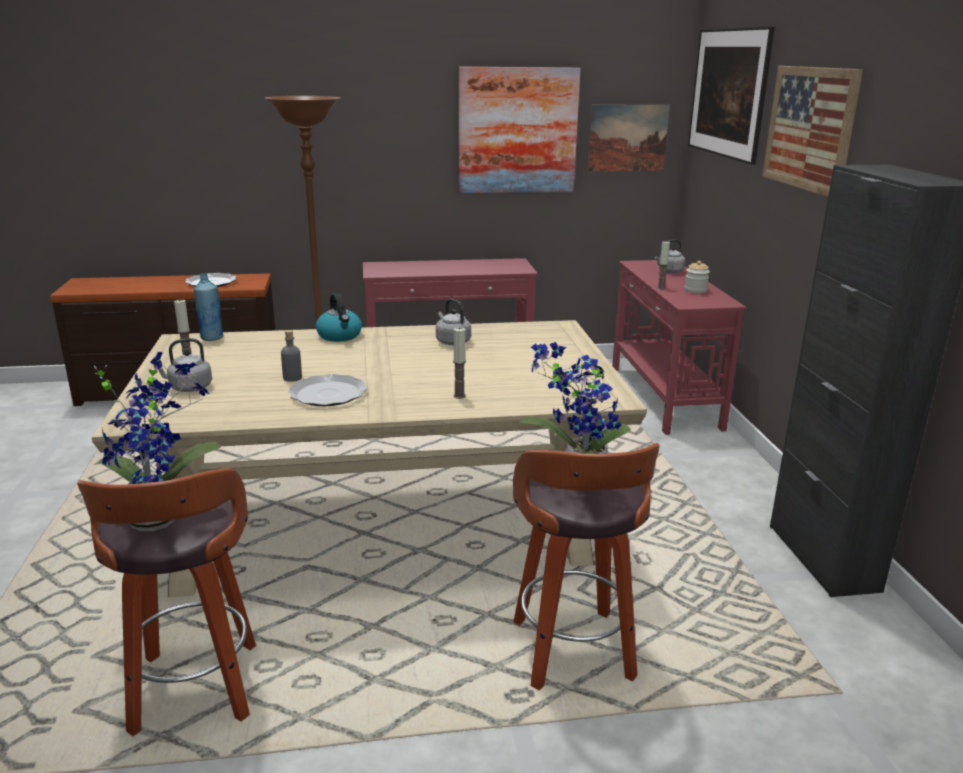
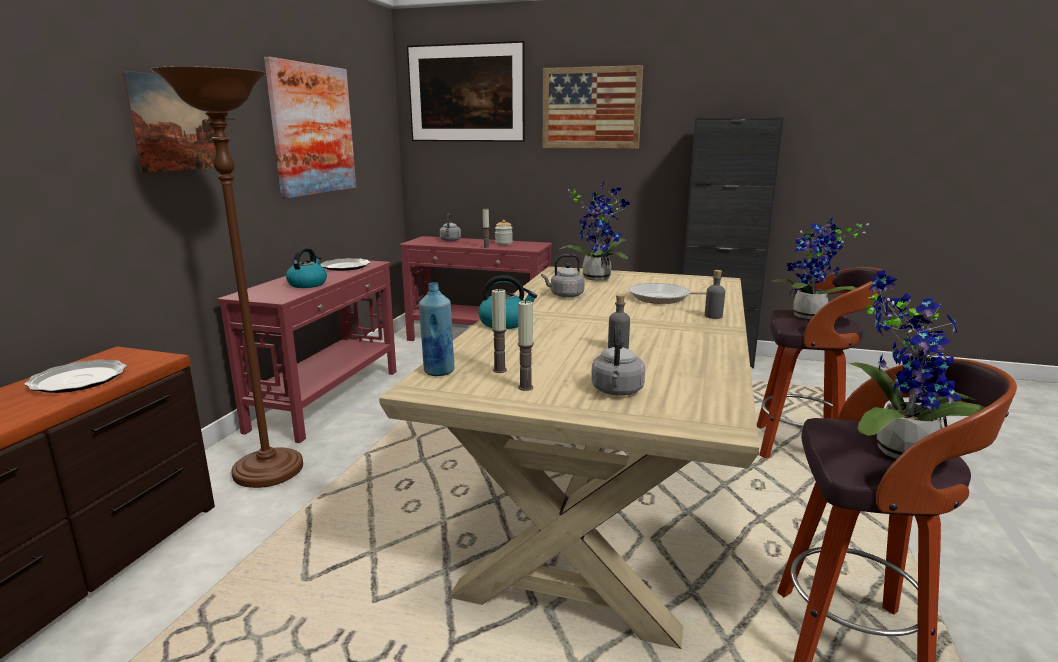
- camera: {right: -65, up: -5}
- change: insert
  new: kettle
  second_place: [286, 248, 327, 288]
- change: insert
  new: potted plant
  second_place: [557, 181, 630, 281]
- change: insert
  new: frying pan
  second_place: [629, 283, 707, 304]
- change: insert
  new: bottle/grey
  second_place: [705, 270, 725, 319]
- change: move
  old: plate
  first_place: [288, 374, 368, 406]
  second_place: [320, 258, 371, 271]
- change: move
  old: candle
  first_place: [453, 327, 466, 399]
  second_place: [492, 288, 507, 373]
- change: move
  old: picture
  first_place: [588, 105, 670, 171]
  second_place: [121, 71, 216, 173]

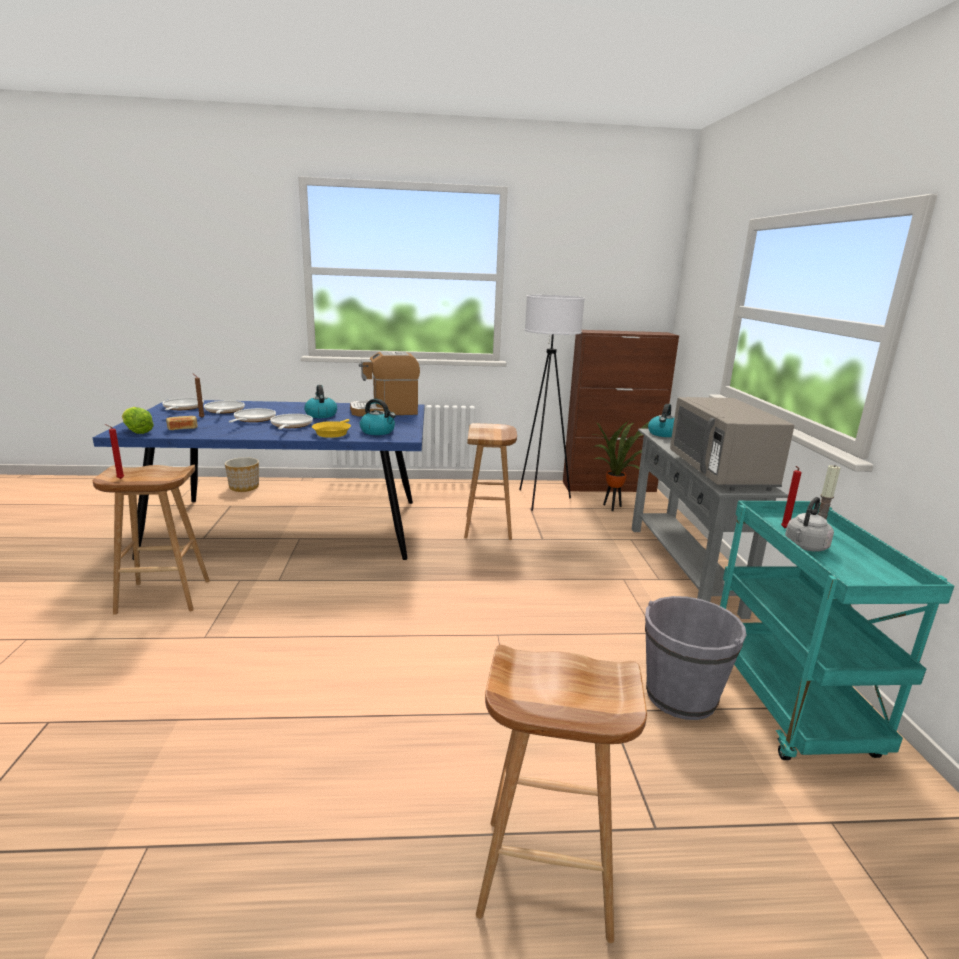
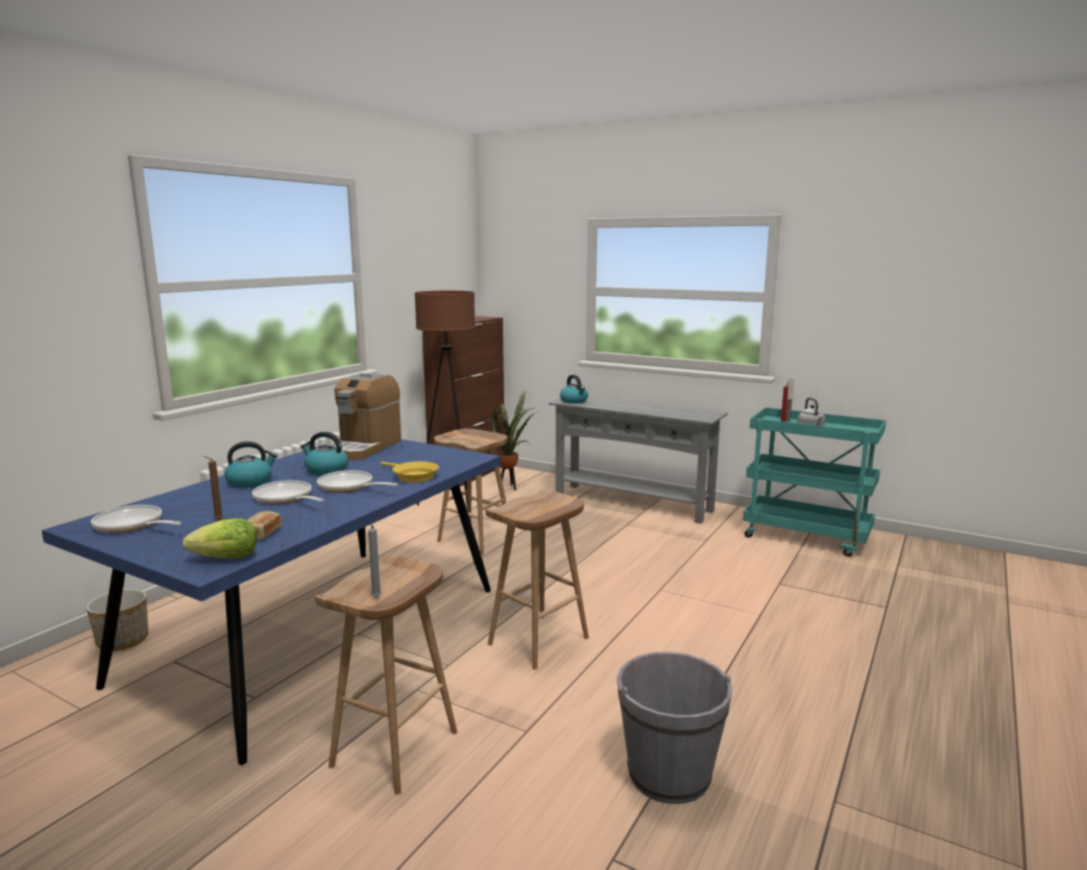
- camera: {right: -55, up: -5}
- change: delete
  old: frying pan
  first_place: [204, 401, 245, 414]
- change: delete
  old: microwave/grey
  first_place: [670, 397, 794, 491]
- change: move
  old: kettle
  first_place: [360, 399, 396, 435]
  second_place: [224, 441, 277, 488]
- change: move
  old: stool/brown
  first_place: [476, 645, 647, 943]
  second_place: [485, 489, 589, 669]
- change: move
  old: bucket/grey
  first_place: [645, 596, 746, 720]
  second_place: [617, 652, 732, 804]
- change: recolor
  old: candle/red
  new: candle/grey
  first_place: [104, 424, 124, 479]
  second_place: [368, 525, 381, 598]
- change: recolor
  old: floor lamp/white
  new: floor lamp/brown
  first_place: [519, 295, 585, 511]
  second_place: [414, 291, 475, 505]

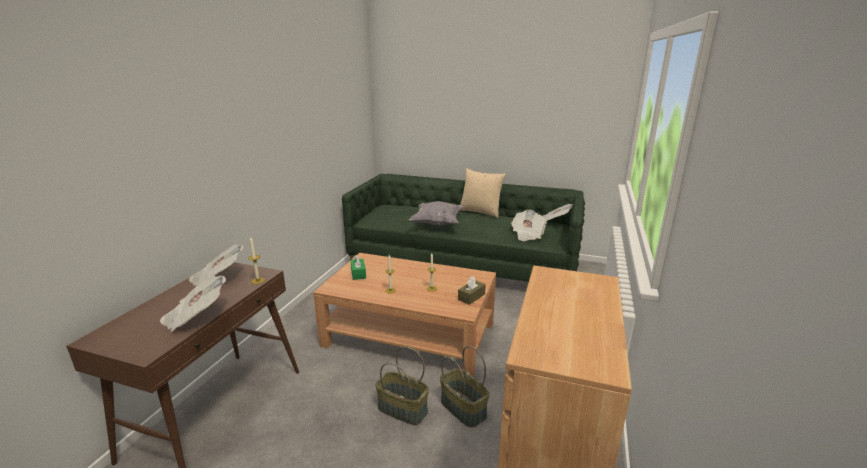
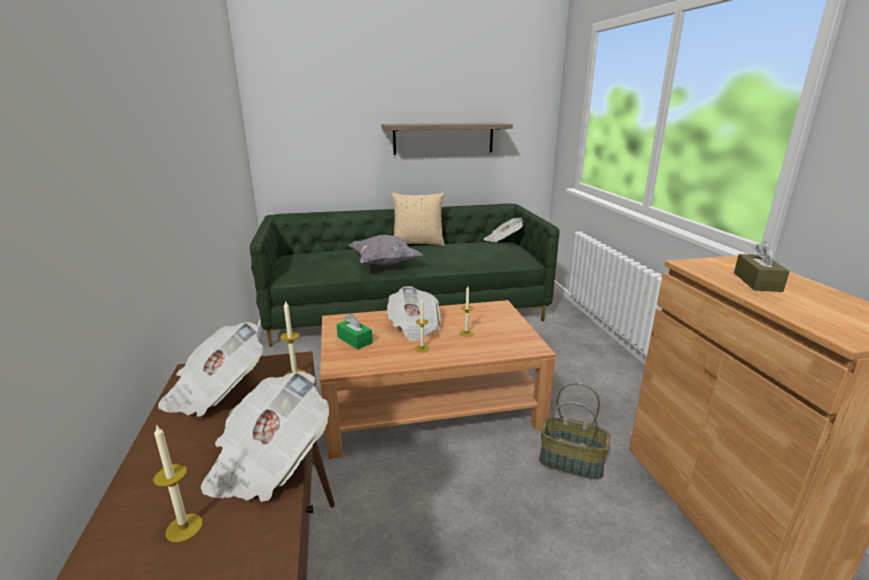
- camera: {right: -30, up: 0}
- change: delete
  old: basket
  first_place: [375, 347, 429, 425]
- change: insert
  new: candle
  second_place: [153, 424, 203, 542]
- change: insert
  new: shelf
  second_place: [382, 123, 513, 155]
- change: move
  old: tissue box/brown
  first_place: [458, 276, 486, 305]
  second_place: [734, 241, 790, 292]
- change: move
  old: newspaper
  first_place: [511, 210, 547, 241]
  second_place: [386, 286, 441, 341]

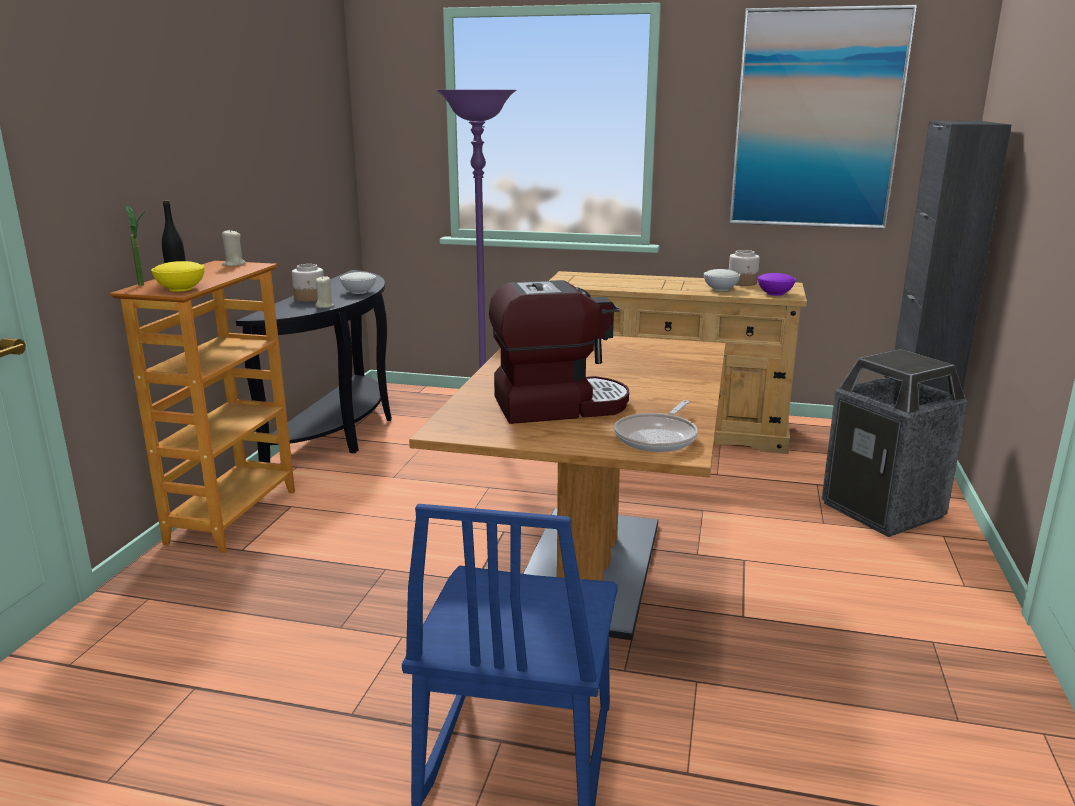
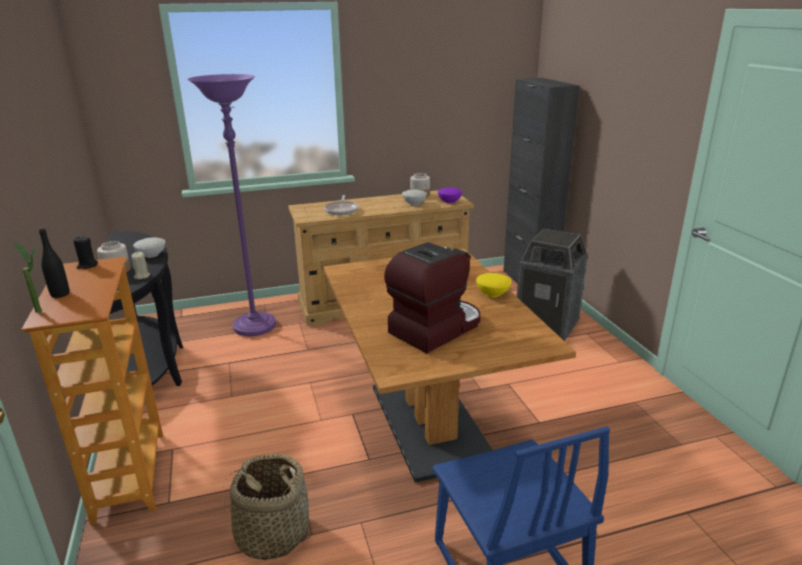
- camera: {right: -30, up: 5}
- change: delete
  old: picture
  first_place: [729, 5, 917, 229]
- change: insert
  new: basket
  second_place: [223, 454, 314, 560]
- change: move
  old: bowl/yellow
  first_place: [151, 261, 205, 292]
  second_place: [476, 273, 511, 297]
- change: move
  old: frying pan
  first_place: [614, 400, 698, 452]
  second_place: [324, 195, 359, 215]
- change: recolor
  old: candle/beige
  new: candle/black
  first_place: [222, 229, 246, 266]
  second_place: [73, 236, 98, 269]

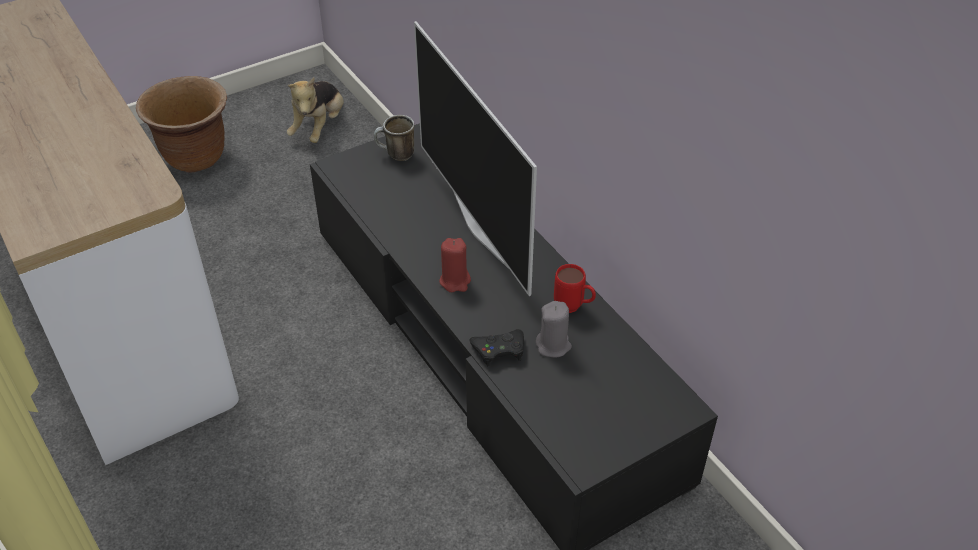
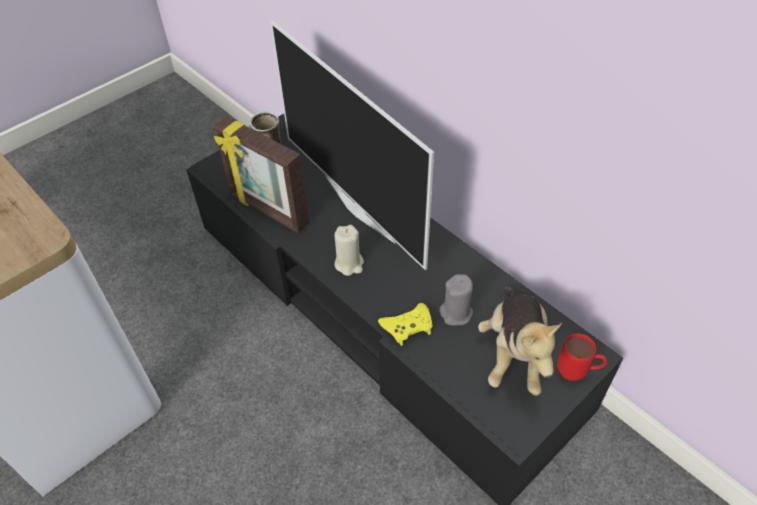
- camera: {right: -10, up: 5}
- change: delete
  old: planter/brown
  first_place: [136, 76, 227, 173]
- change: insert
  new: picture frame
  second_place: [214, 116, 309, 234]
- change: move
  old: plush toy
  first_place: [287, 78, 344, 143]
  second_place: [478, 287, 562, 396]
- change: move
  old: mug/red
  first_place: [554, 264, 596, 313]
  second_place: [557, 334, 607, 381]
- change: recolor
  old: candle/red
  new: candle/beige
  first_place: [439, 238, 471, 292]
  second_place: [334, 225, 364, 276]
- change: recolor
  old: game controller/black
  new: game controller/yellow
  first_place: [469, 329, 524, 367]
  second_place: [378, 303, 433, 346]

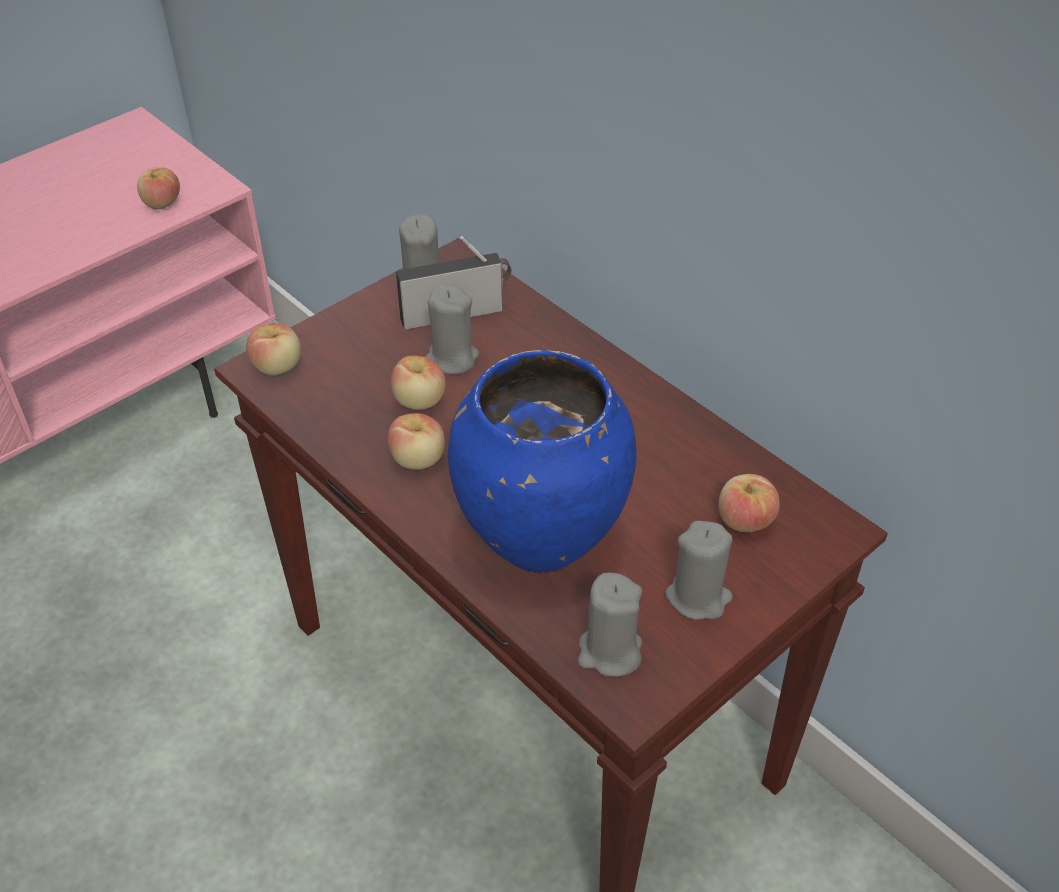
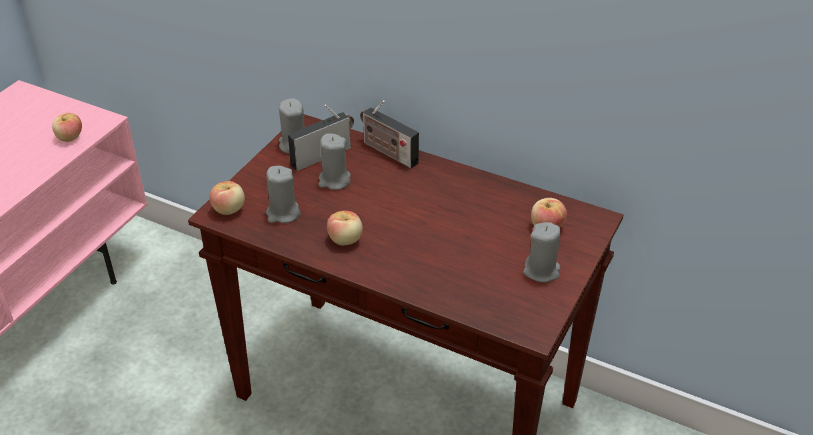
- camera: {right: -20, up: -5}
- change: delete
  old: apple
  first_place: [391, 356, 446, 410]
- change: delete
  old: vase/blue
  first_place: [448, 350, 637, 572]
- change: insert
  new: radio
  second_place: [360, 100, 419, 168]
- change: move
  old: candle/grey
  first_place: [578, 573, 642, 677]
  second_place: [266, 166, 301, 223]

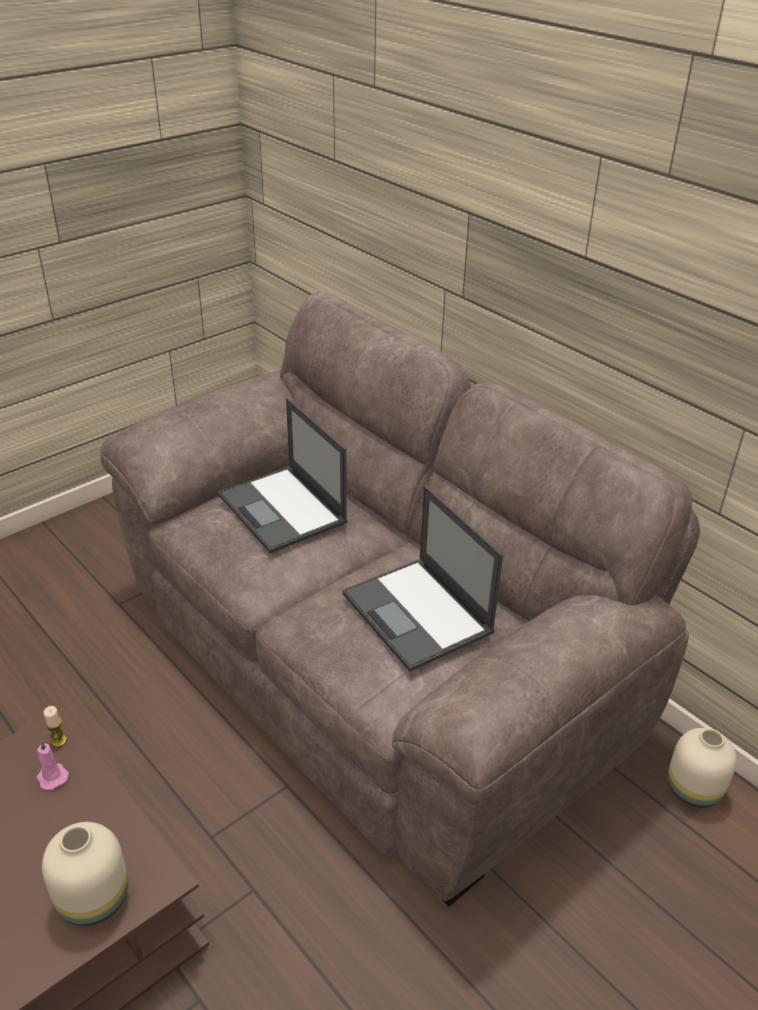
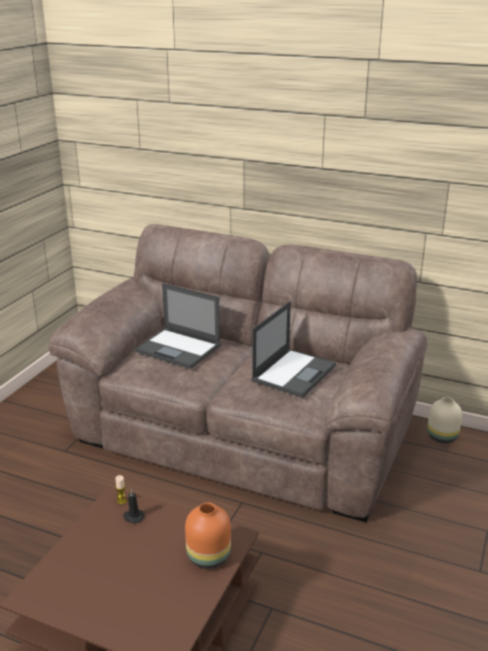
- camera: {right: -25, up: -10}
- change: recolor
  old: candle/pink
  new: candle/black
  first_place: [37, 740, 69, 790]
  second_place: [123, 488, 145, 523]
- change: recolor
  old: vase/beige
  new: vase/orange
  first_place: [42, 822, 128, 926]
  second_place: [185, 502, 231, 569]
- change: rotate
  old: laptop
  first_place: [342, 486, 503, 672]
  second_place: [251, 301, 336, 398]
  degrees: -90

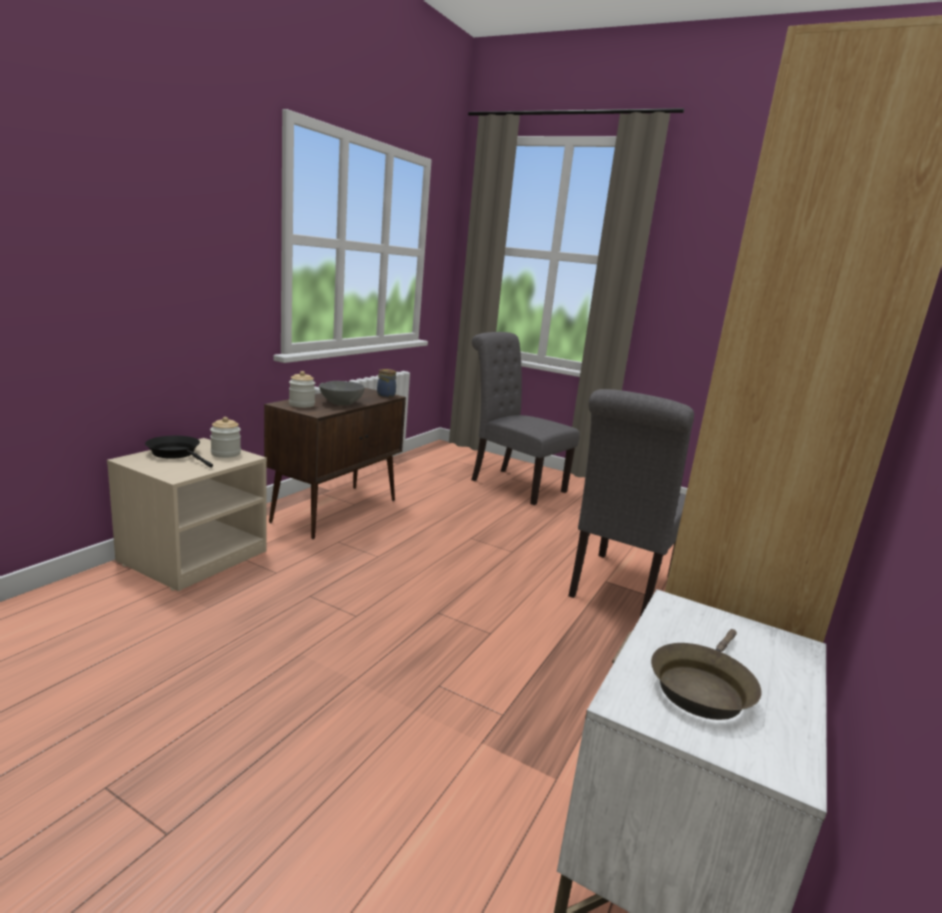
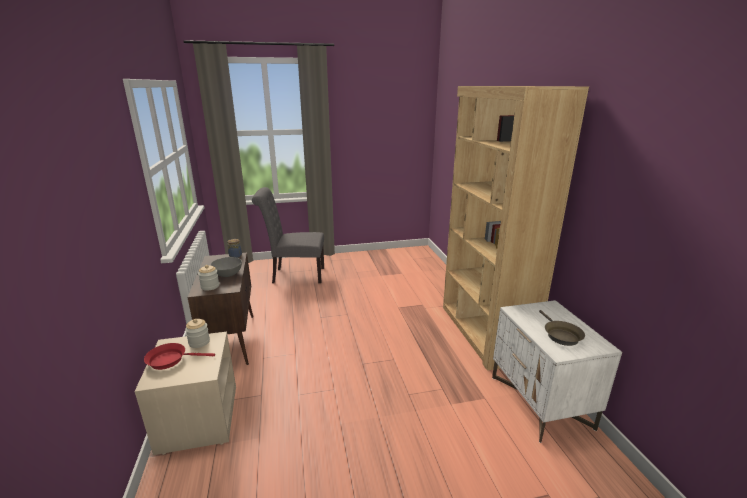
- camera: {right: -40, up: 5}
- change: delete
  old: chair/grey
  first_place: [568, 389, 694, 619]
- change: recolor
  old: frying pan/black
  new: frying pan/red
  first_place: [145, 436, 213, 468]
  second_place: [144, 343, 215, 370]

